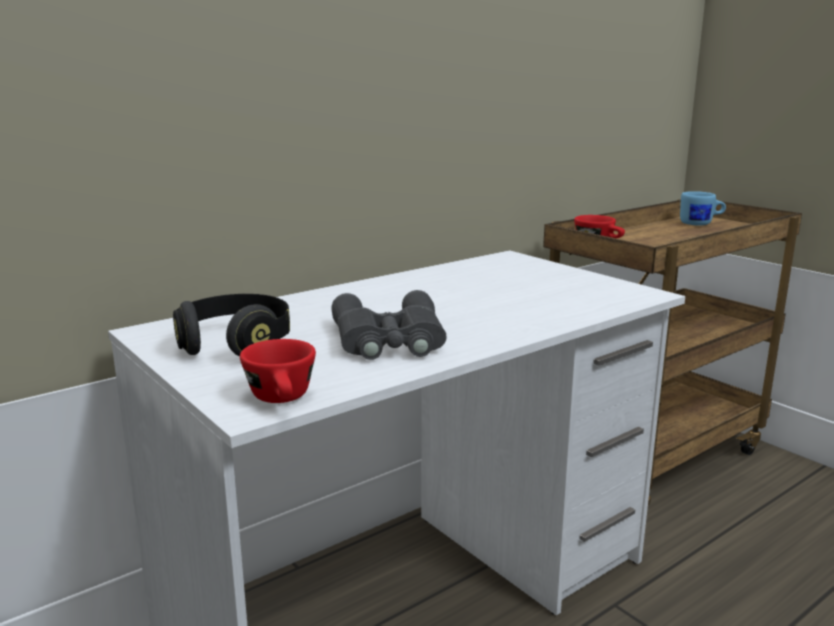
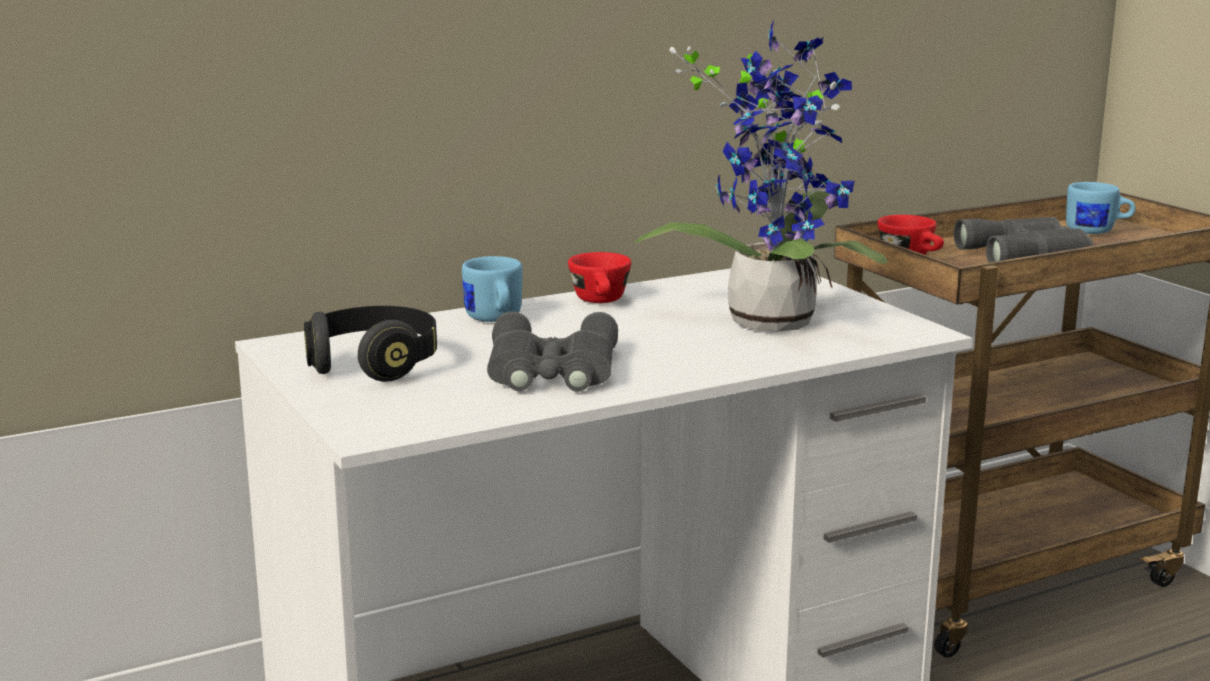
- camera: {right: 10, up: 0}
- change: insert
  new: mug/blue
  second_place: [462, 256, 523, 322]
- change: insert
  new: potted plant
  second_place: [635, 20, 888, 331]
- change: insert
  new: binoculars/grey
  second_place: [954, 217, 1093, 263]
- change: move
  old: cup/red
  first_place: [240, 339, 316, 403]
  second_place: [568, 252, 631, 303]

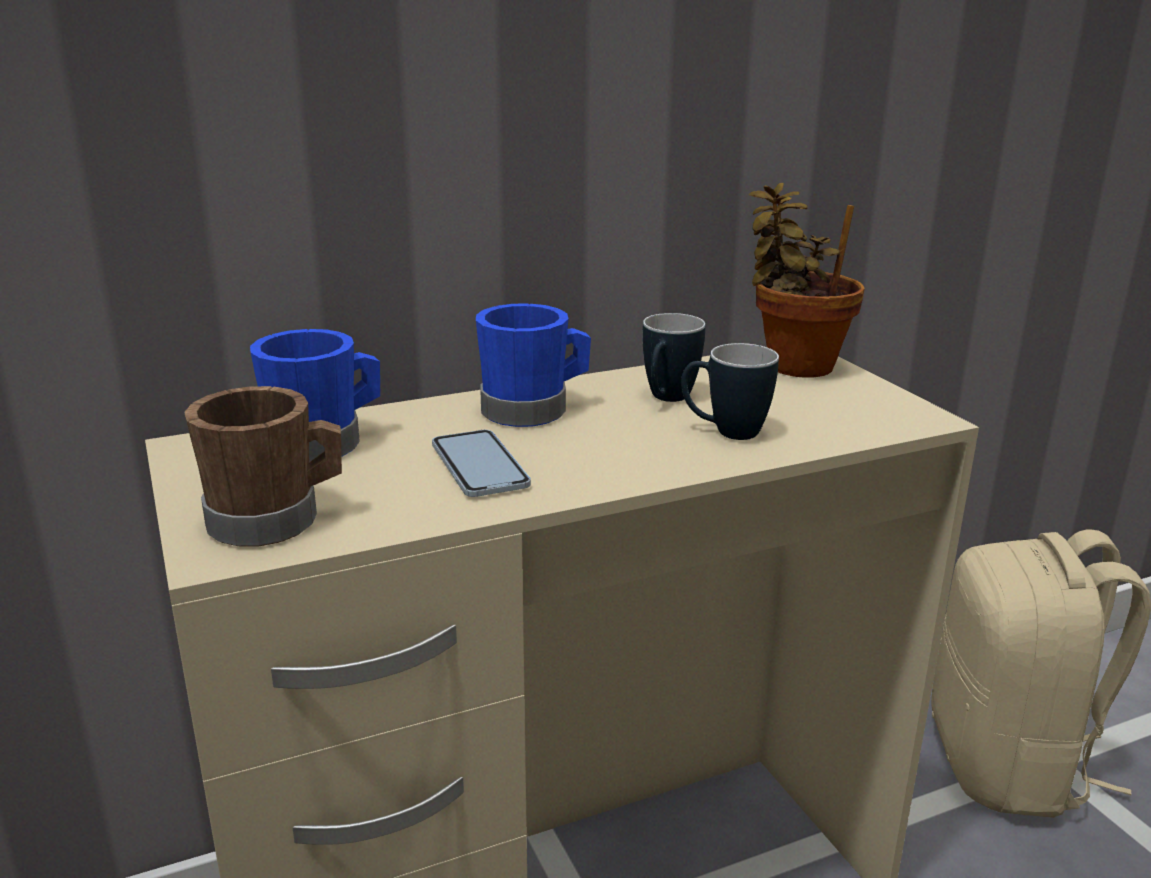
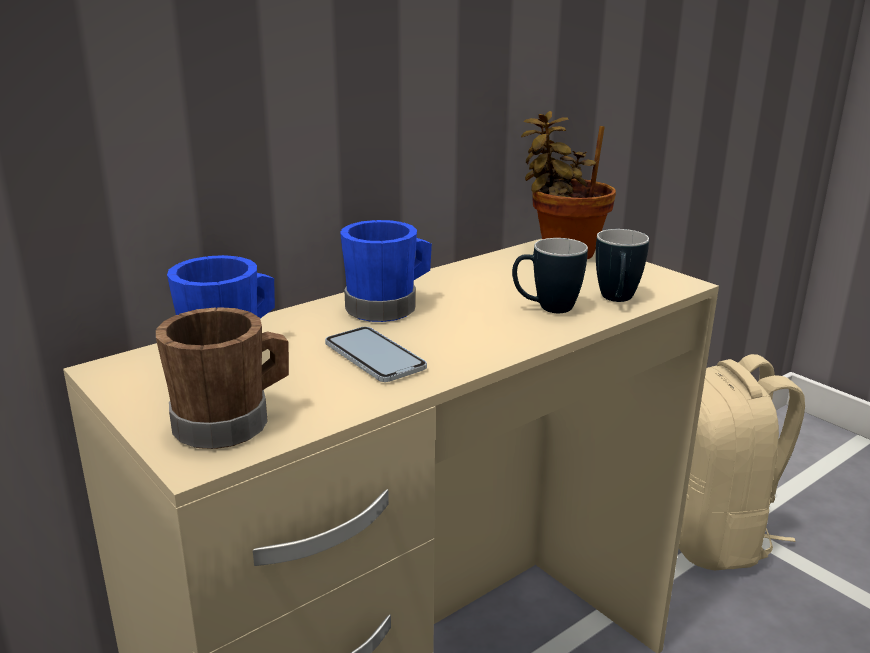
- camera: {right: -15, up: 0}
- change: move
  old: mug
  first_place: [642, 313, 705, 402]
  second_place: [596, 229, 649, 302]

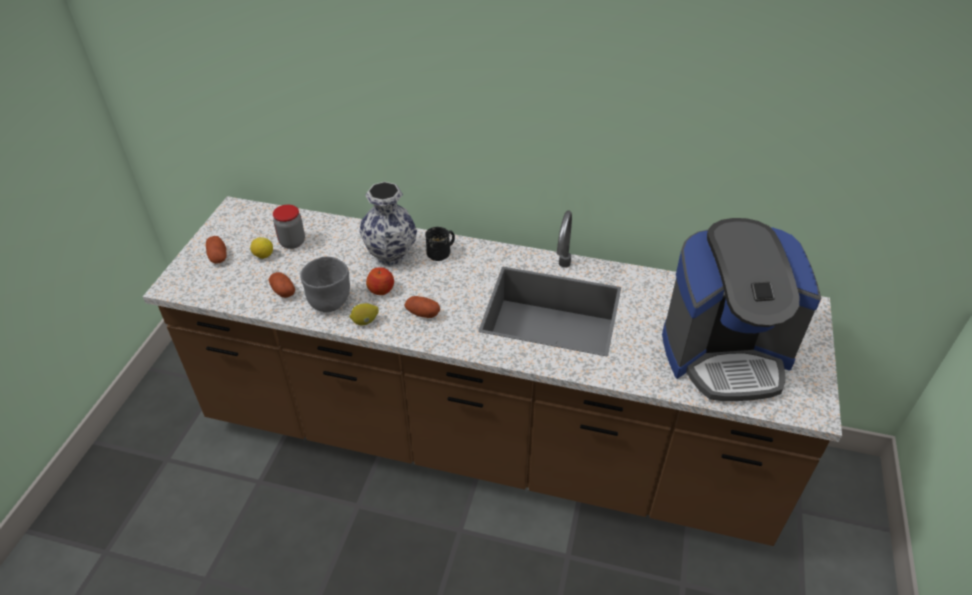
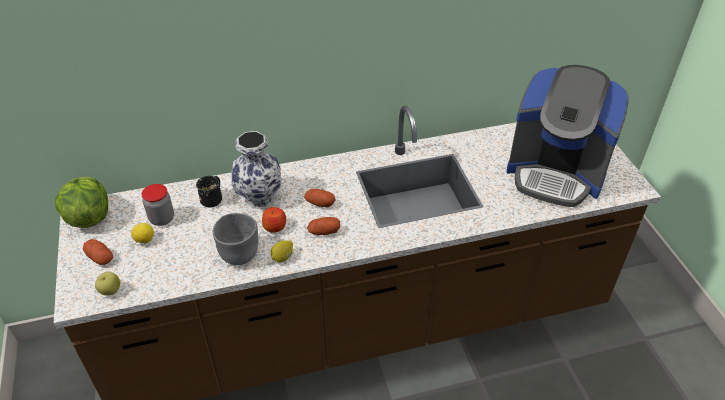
- camera: {right: -30, up: 0}
- change: insert
  new: lettuce
  second_place: [55, 177, 109, 228]
- change: insert
  new: apple
  second_place: [95, 272, 120, 295]
- change: move
  old: potato
  first_place: [269, 272, 295, 298]
  second_place: [304, 189, 335, 207]
- change: move
  old: mug/black
  first_place: [425, 227, 455, 261]
  second_place: [196, 176, 222, 207]
- change: rotate
  old: coffee machine
  first_place: [662, 218, 821, 401]
  second_place: [506, 65, 629, 207]
  degrees: 60

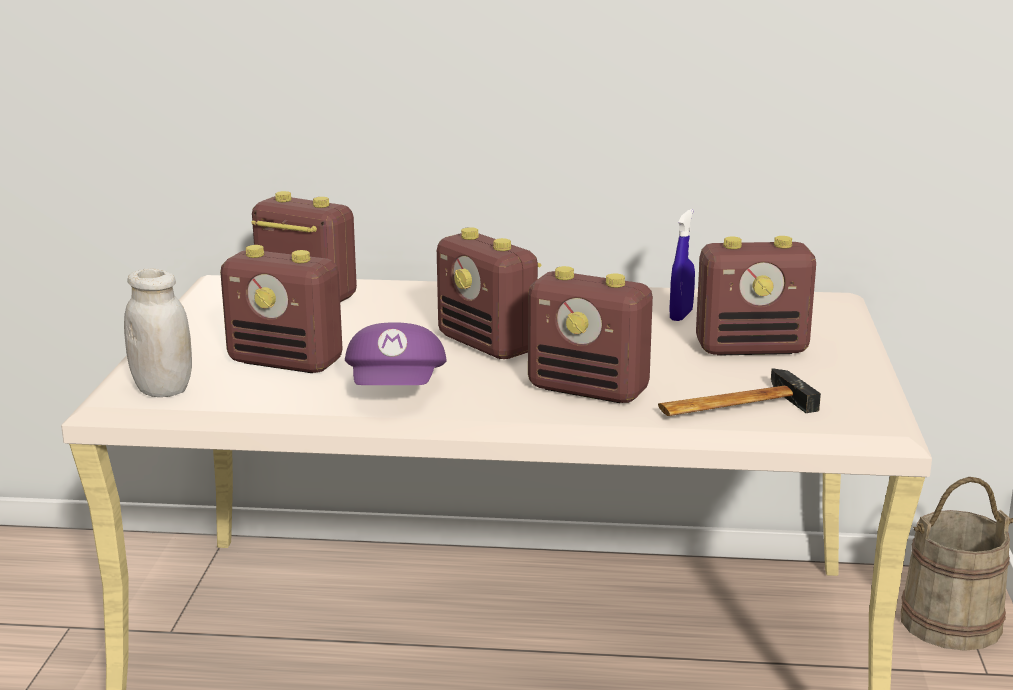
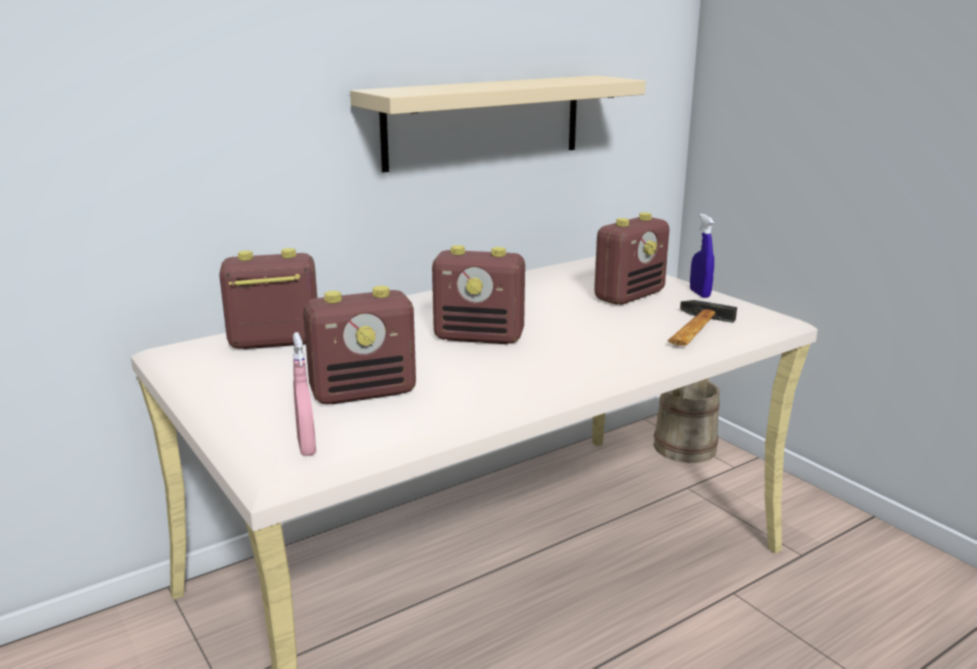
- camera: {right: -40, up: 0}
- change: delete
  old: cap/purple
  first_place: [345, 322, 447, 385]
- change: delete
  old: radio
  first_place: [528, 266, 653, 403]
- change: insert
  new: shelf/beige
  second_place: [350, 75, 646, 173]
- change: move
  old: spray bottle/blue
  first_place: [669, 209, 695, 321]
  second_place: [690, 214, 714, 298]
- change: replace
  old: jar/white
  new: spray bottle/pink
  first_place: [124, 268, 192, 397]
  second_place: [293, 332, 316, 456]

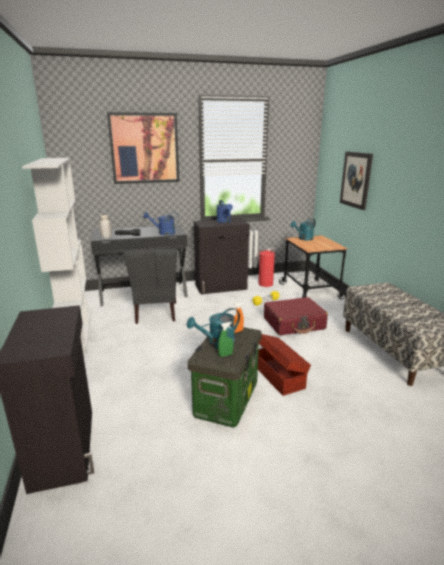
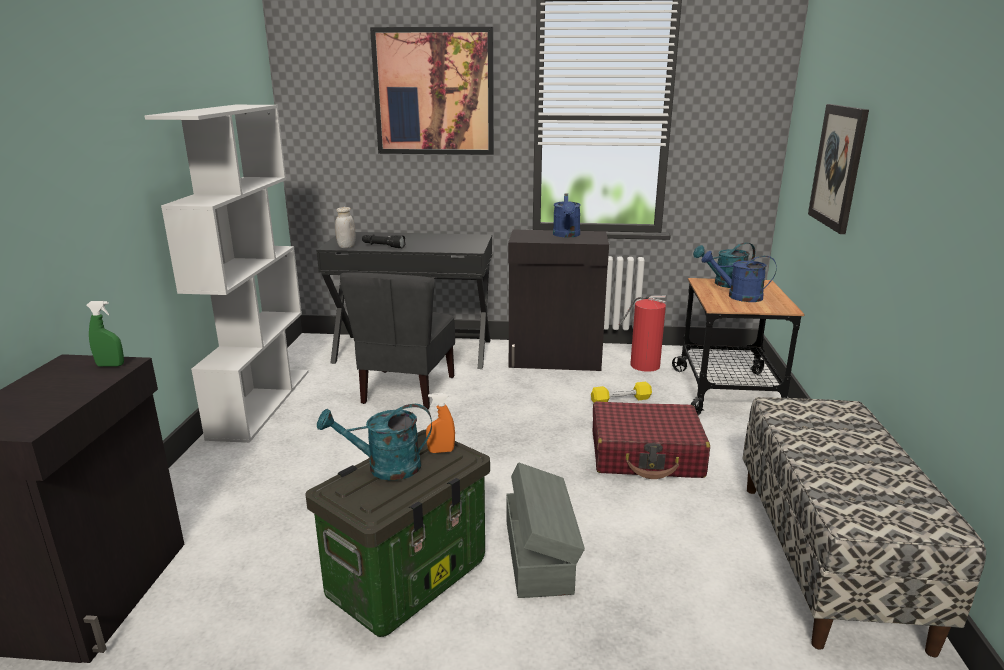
- camera: {right: 20, up: 0}
- change: move
  old: watering can/blue
  first_place: [143, 212, 179, 235]
  second_place: [702, 251, 777, 302]
- change: move
  old: spray bottle/green
  first_place: [218, 322, 234, 357]
  second_place: [86, 301, 124, 367]
- change: recolor
  old: storage box/brown
  new: storage box/grey
  first_place: [258, 334, 311, 396]
  second_place: [506, 462, 585, 598]

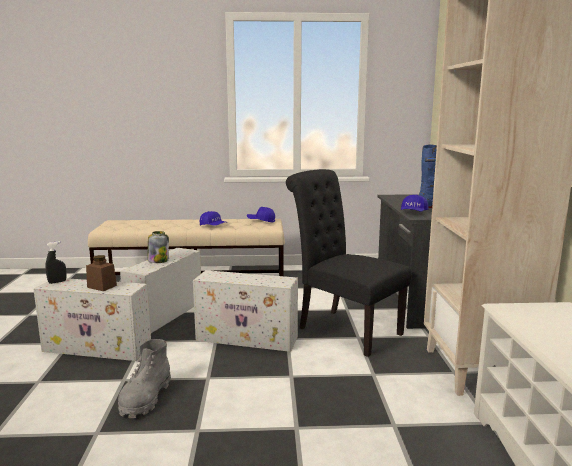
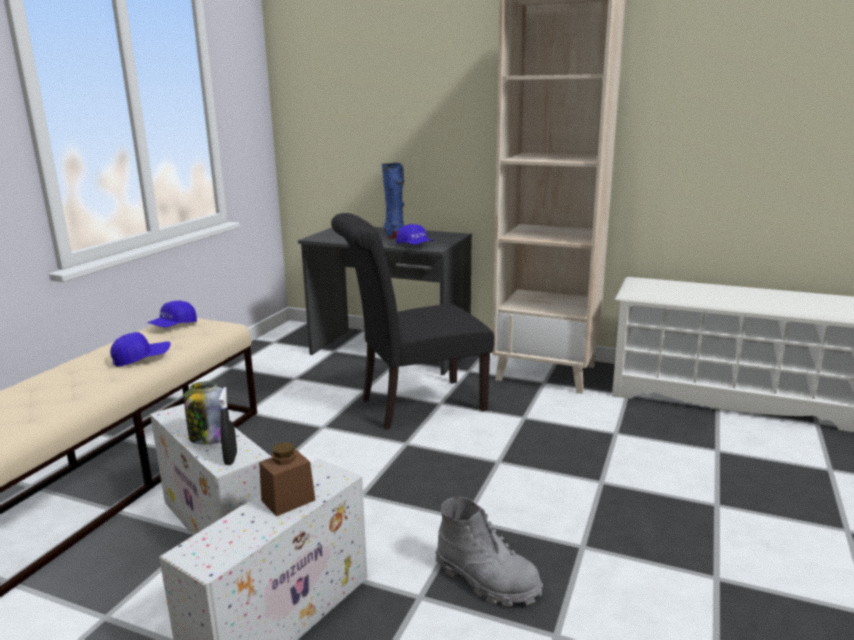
- camera: {right: -65, up: 5}
- change: delete
  old: storage box/white
  first_place: [193, 270, 298, 352]
- change: move
  old: spray bottle/black
  first_place: [46, 241, 67, 284]
  second_place: [219, 387, 237, 465]

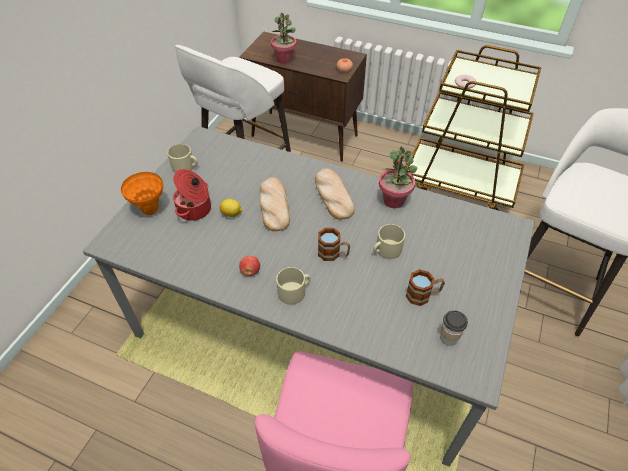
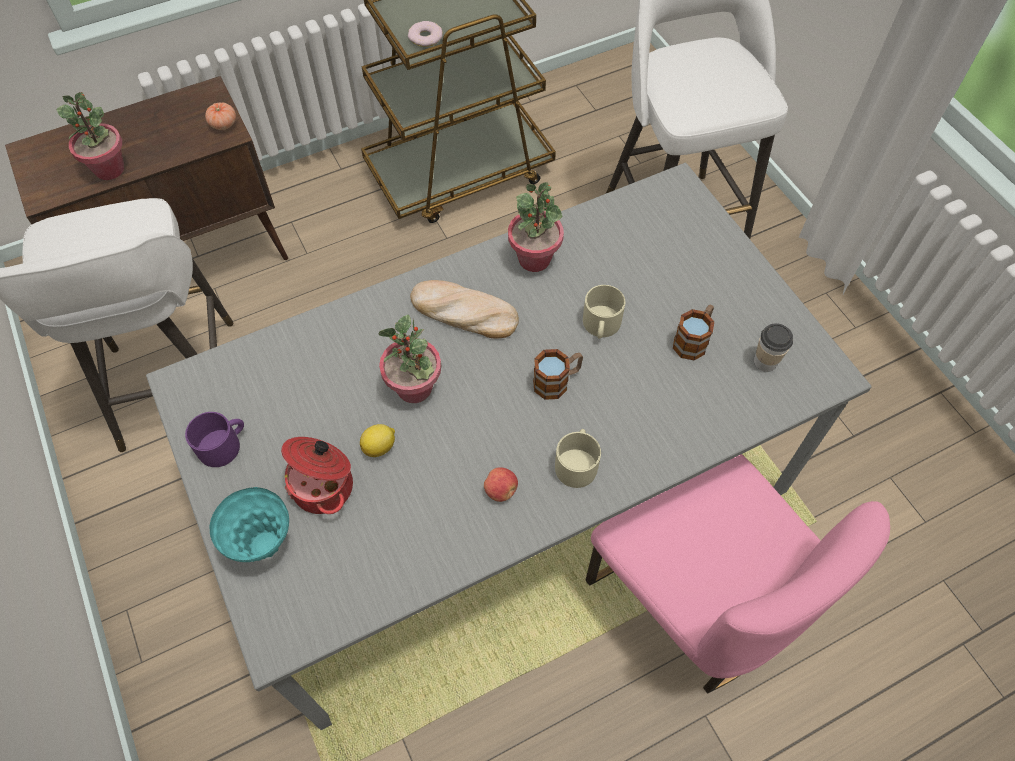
- camera: {right: -50, up: 10}
- change: replace
  old: bread
  new: potted plant
  first_place: [260, 177, 290, 231]
  second_place: [379, 315, 441, 403]
- change: recolor
  old: vase/orange
  new: vase/turquoise
  first_place: [121, 172, 163, 215]
  second_place: [210, 487, 289, 562]
- change: recolor
  old: mug/beige
  new: mug/purple
  first_place: [167, 144, 198, 173]
  second_place: [185, 412, 244, 467]

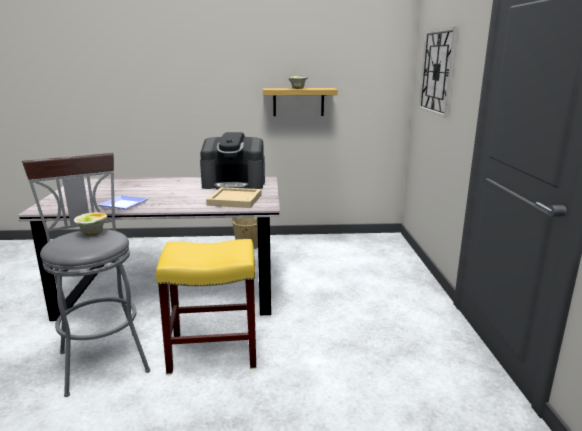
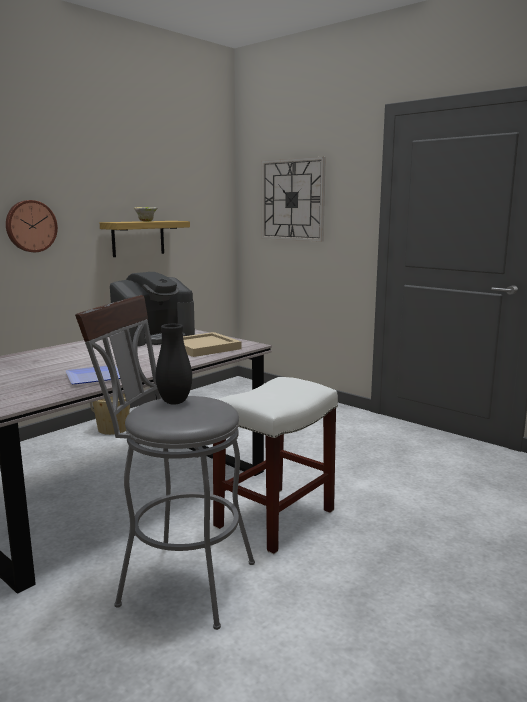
- camera: {right: -45, up: -5}
- change: insert
  new: wall clock
  second_place: [6, 200, 58, 252]
- change: replace
  old: bowl
  new: vase/black
  first_place: [74, 212, 107, 236]
  second_place: [155, 324, 192, 404]
- change: recolor
  old: stool/yellow
  new: stool/white
  first_place: [156, 239, 256, 374]
  second_place: [213, 377, 338, 555]

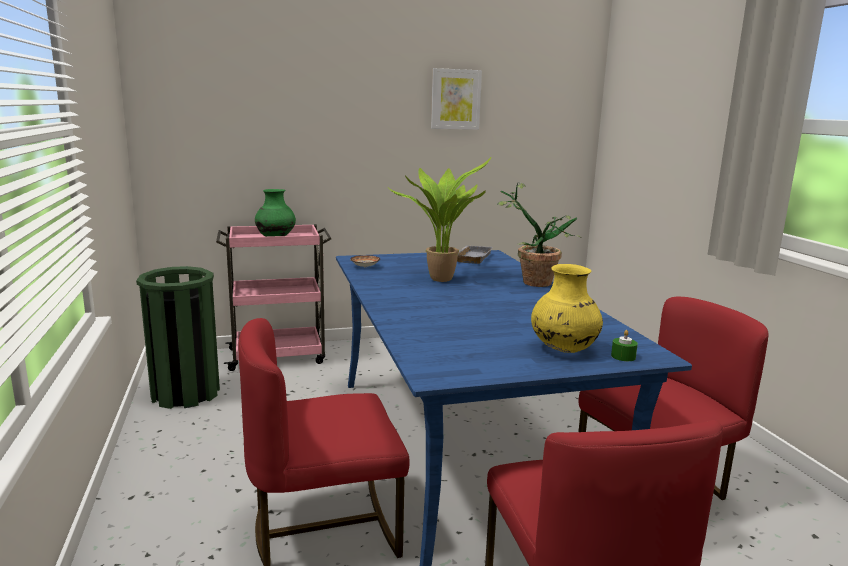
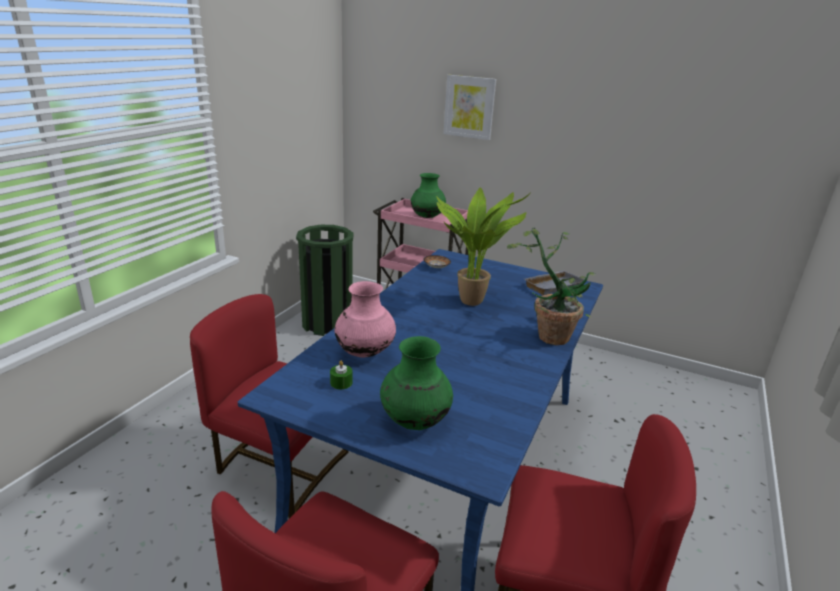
- camera: {right: 40, up: 10}
- change: insert
  new: vase/pink
  second_place: [335, 281, 396, 358]
- change: move
  old: picture
  first_place: [431, 68, 482, 130]
  second_place: [443, 75, 496, 140]
- change: move
  old: candle/green
  first_place: [611, 330, 638, 361]
  second_place: [330, 360, 352, 389]
- change: recolor
  old: vase/yellow
  new: vase/green
  first_place: [531, 264, 603, 353]
  second_place: [380, 336, 453, 430]

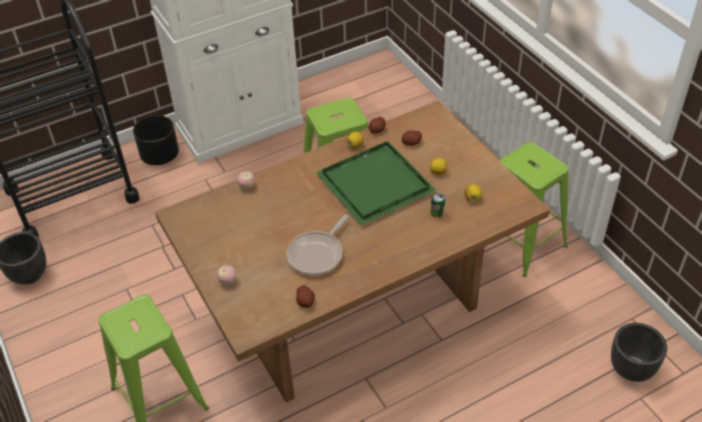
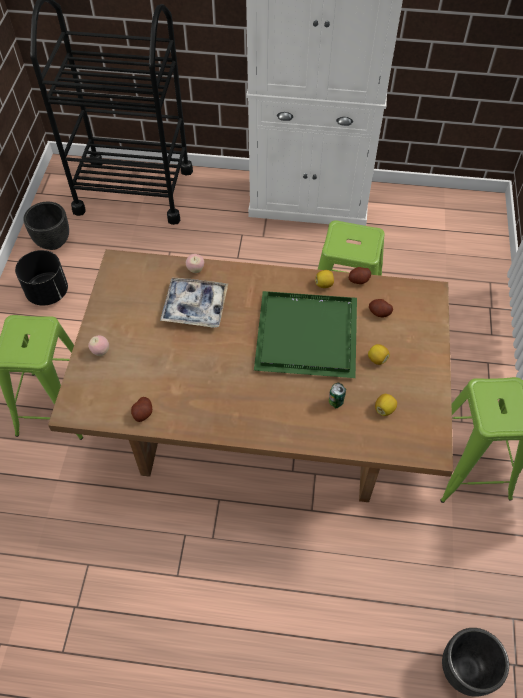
- camera: {right: 35, up: 10}
- change: delete
  old: frying pan
  first_place: [287, 215, 349, 276]
- change: insert
  new: tray
  second_place: [160, 278, 228, 328]
- change: move
  old: planter/black
  first_place: [133, 115, 179, 165]
  second_place: [15, 250, 68, 306]

